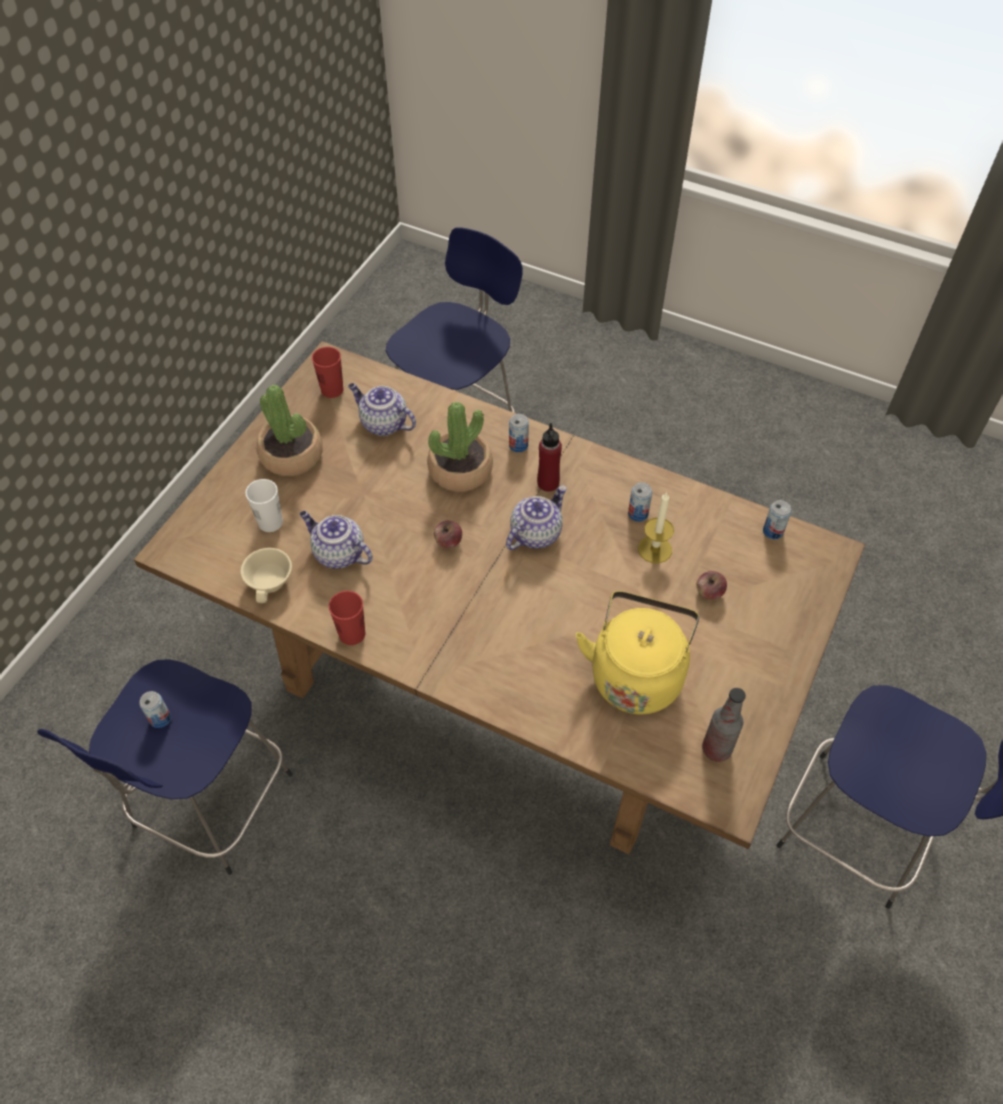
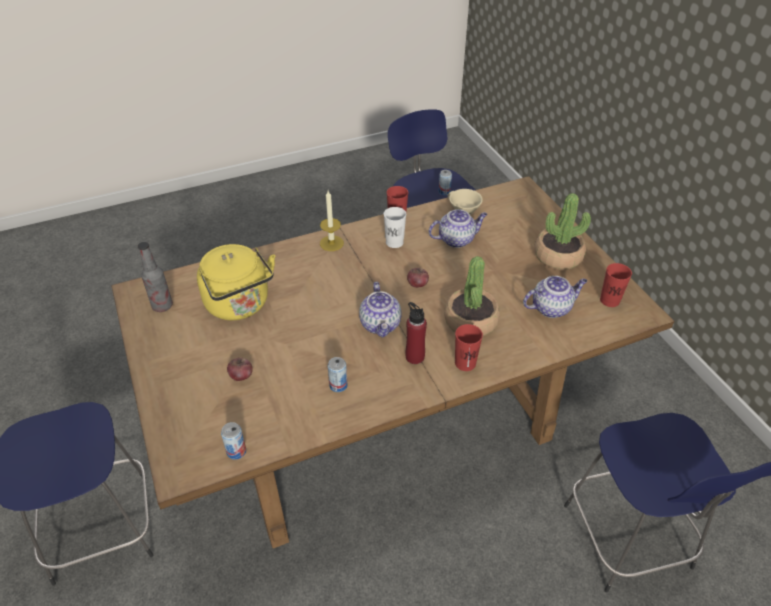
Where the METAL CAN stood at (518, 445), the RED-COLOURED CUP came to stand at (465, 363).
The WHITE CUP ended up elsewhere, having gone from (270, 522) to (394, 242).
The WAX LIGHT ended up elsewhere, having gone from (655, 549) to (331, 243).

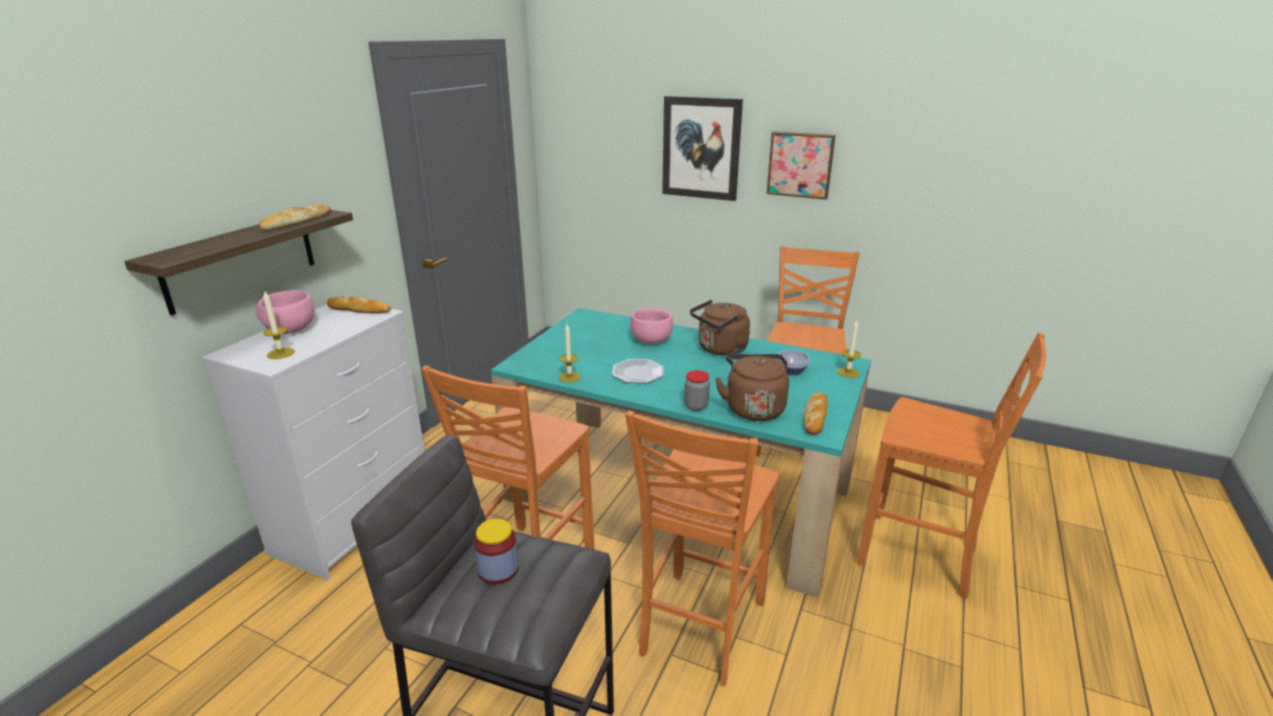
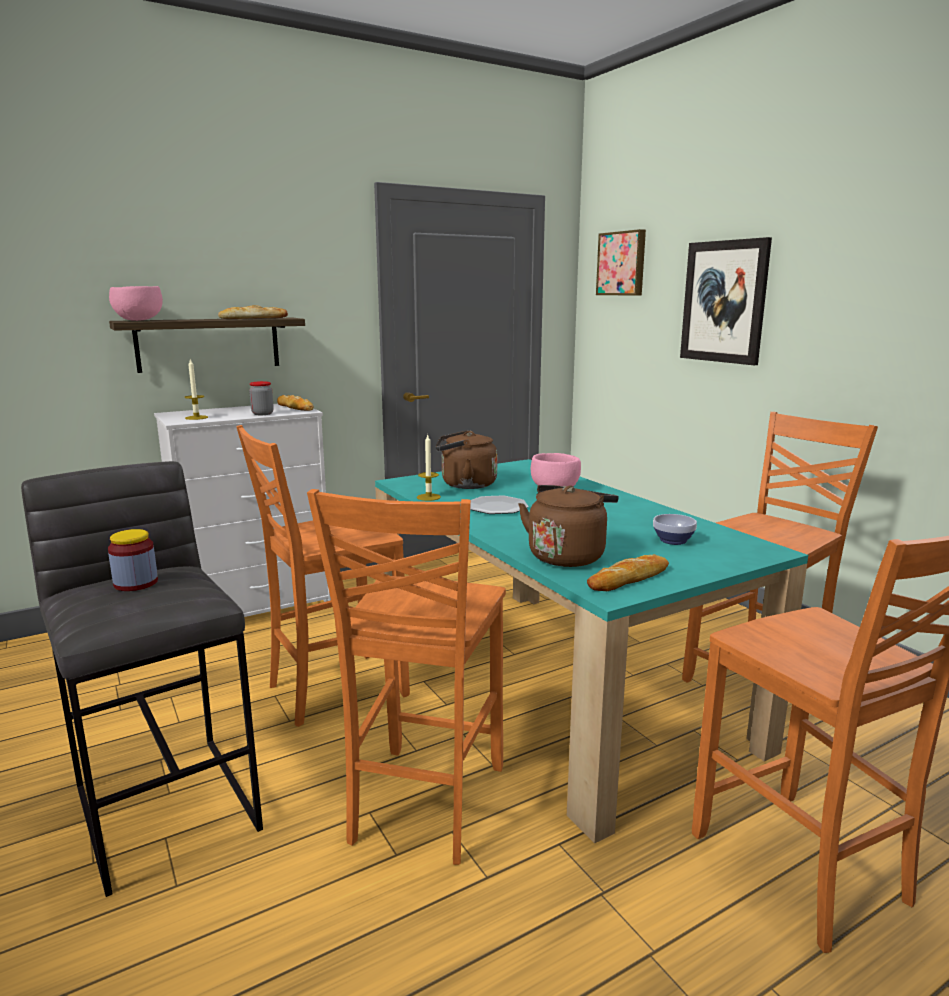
The PICTURE ended up elsewhere, having gone from (800, 164) to (622, 263).
The PINK BOWL ended up elsewhere, having gone from (291, 330) to (139, 320).
The BROWNISH TEA KETTLE ended up elsewhere, having gone from (720, 349) to (465, 484).
The second view lost the WAX LIGHT at (848, 372).
The STORAGE JAR ended up elsewhere, having gone from (696, 406) to (262, 414).
The ORANGEY CHAIR at (698, 628) ended up facing another way, 45 degrees counterclockwise from before.

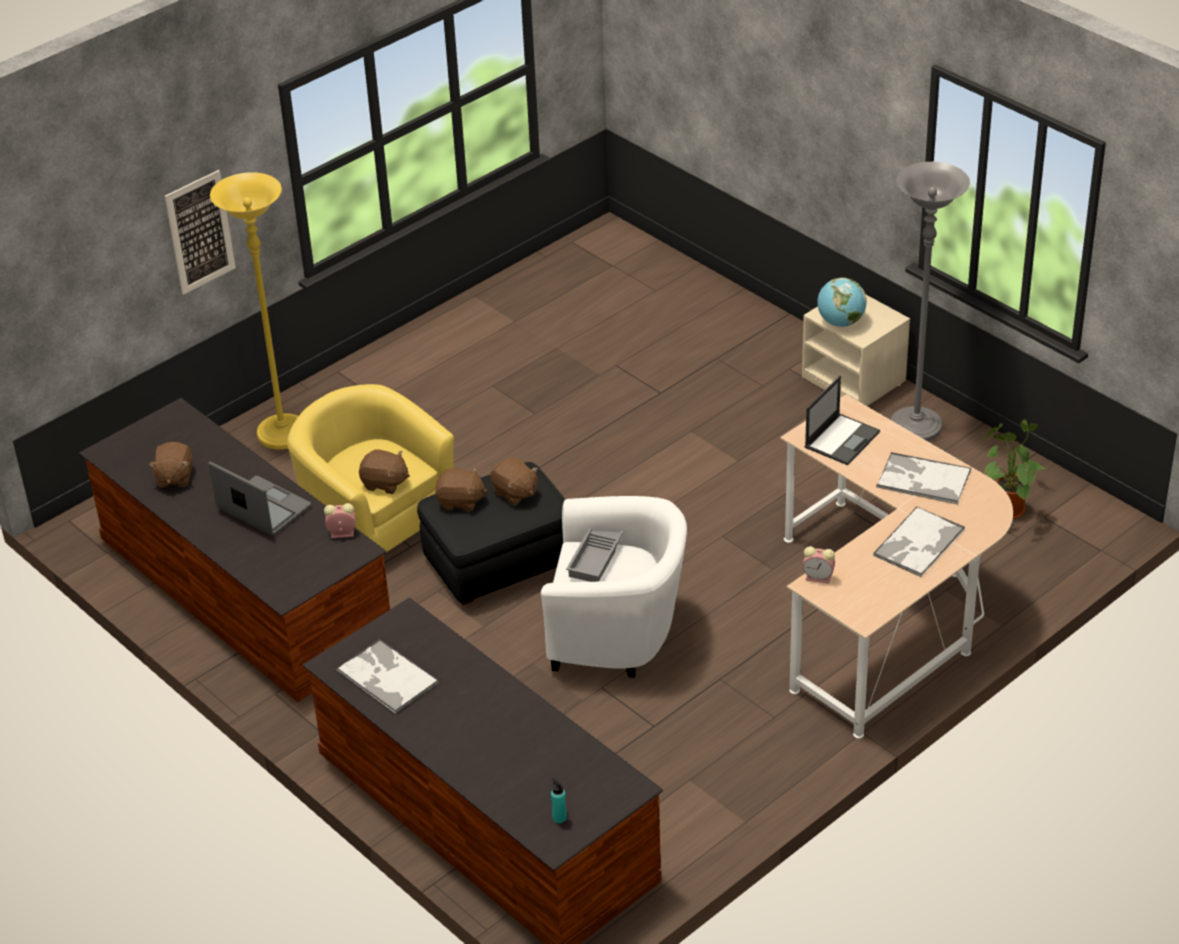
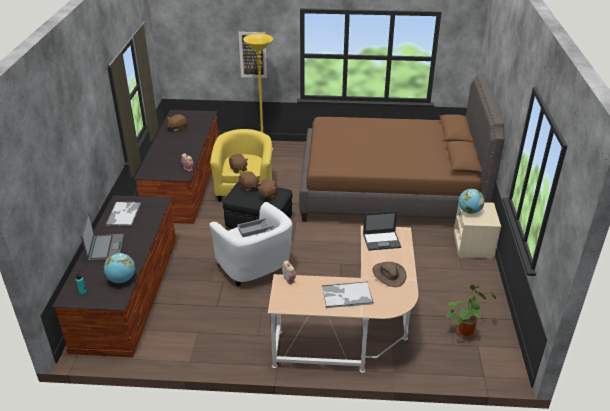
The second view lost the GREYISH FLOOR LAMP at (916, 428).
Where the CARRYING TRAY stood at (922, 479), the BROWNISH HAT came to stand at (389, 274).
The PORTABLE COMPUTER ended up elsewhere, having gone from (263, 508) to (105, 248).
The second view gained the BROWNISH SLEEPING BED at (390, 190).
The second view gained the WORLD GLOBE at (122, 279).

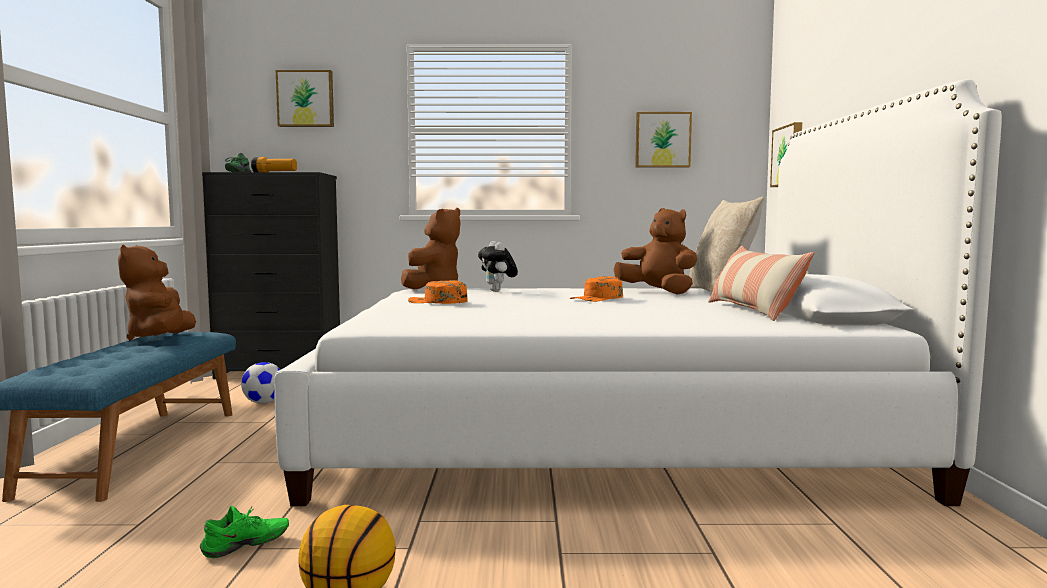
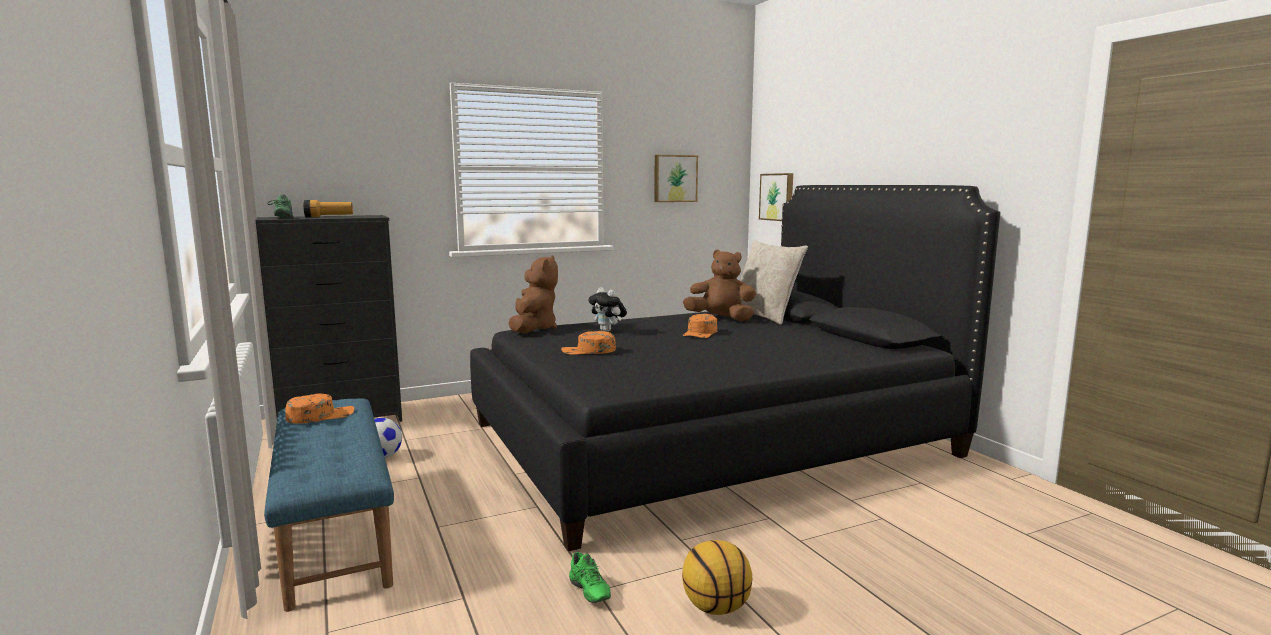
The second view lost the PICTURE at (306, 99).
What was the WHITE SLEEPING BED at (601, 432) turned into the BLACKISH SLEEPING BED at (709, 438).
Where the BROWNISH CUDDLY TOY stood at (161, 339), the ORANGEY CAP came to stand at (320, 416).
The second view lost the PILLOW at (753, 310).
The GREEN LOW SHOE at (246, 547) ended up facing another way, 120 degrees clockwise from before.

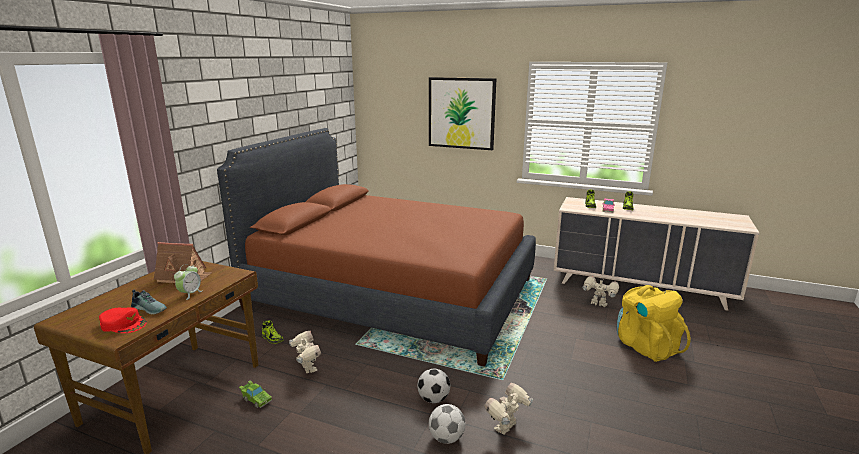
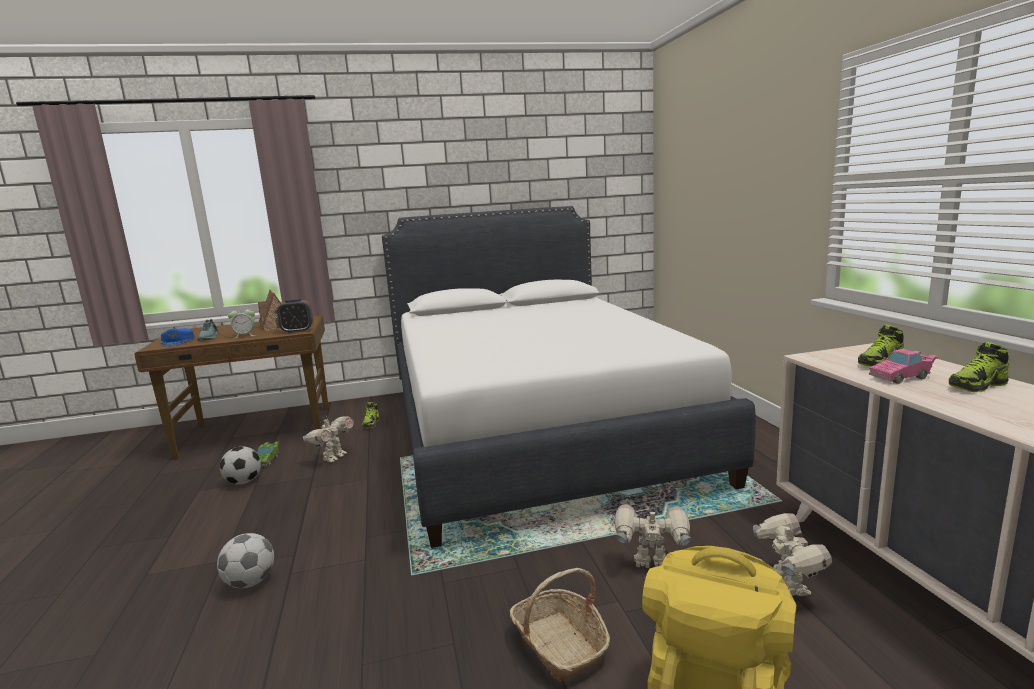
The second view lost the PICTURE at (461, 113).
What was the BROWNISH SLEEPING BED at (393, 293) turned into the WHITE SLEEPING BED at (535, 429).
What was the RED-COLOURED CAP at (124, 324) turned into the BLUE CAP at (178, 341).
The FOOTBALL BALL ended up elsewhere, having gone from (433, 399) to (244, 482).
The MODEL ROBOT ended up elsewhere, having gone from (506, 428) to (651, 565).
The second view gained the BEDSIDE CLOCK at (297, 331).
The second view gained the STORAGE BASKET at (560, 645).

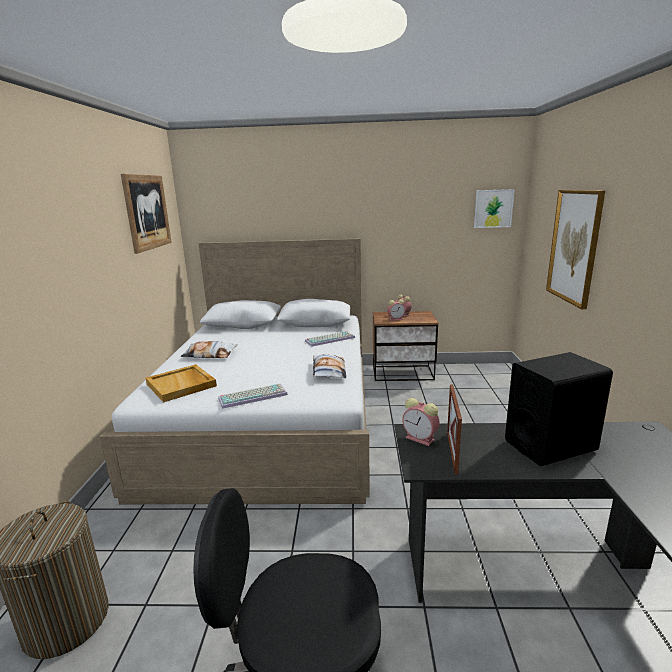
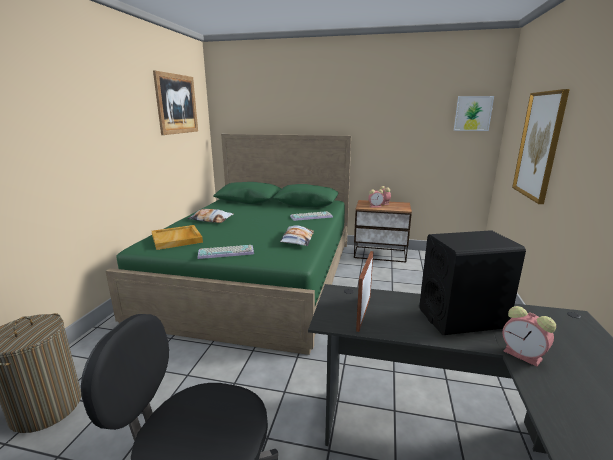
What was the WHITE SLEEPING BED at (272, 417) turned into the GREEN SLEEPING BED at (259, 276).
The BEDSIDE CLOCK ended up elsewhere, having gone from (421, 439) to (524, 355).

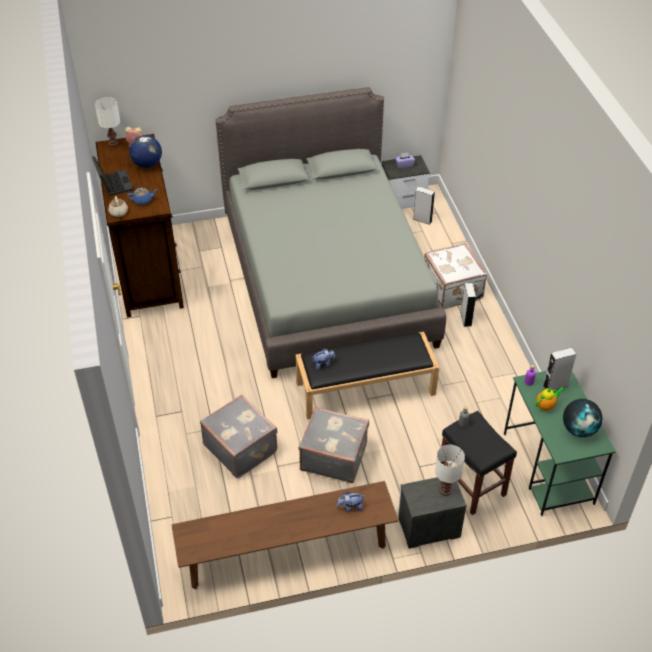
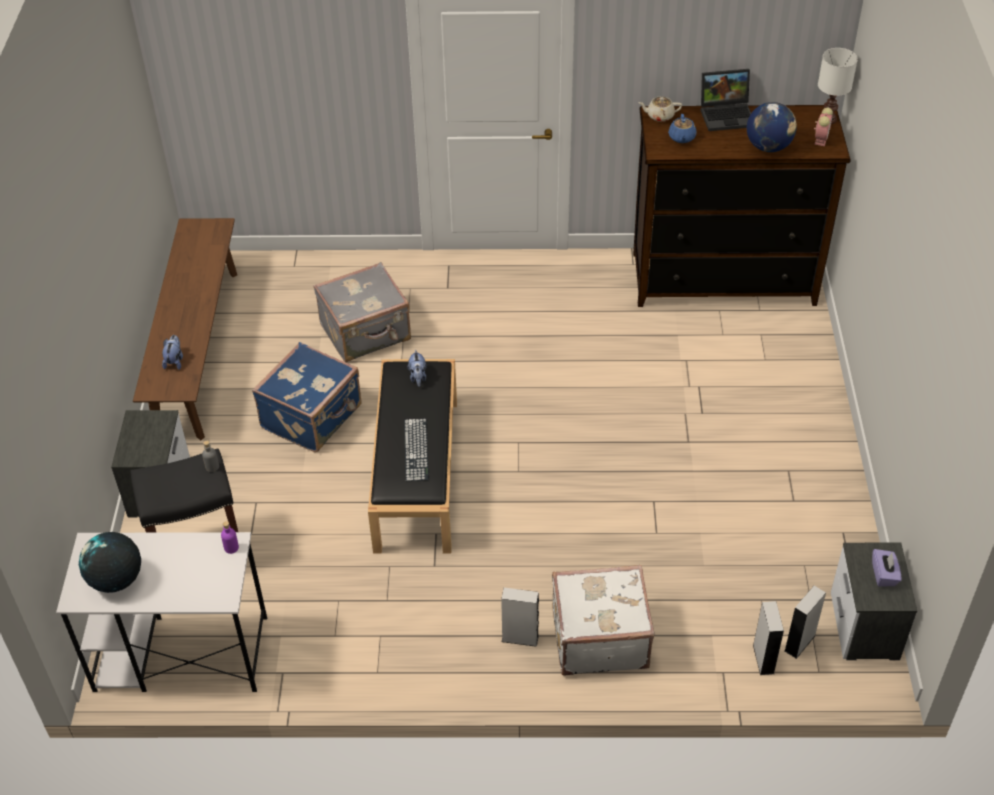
The second view lost the GREYISH SLEEPING BED at (327, 279).
The GREYISH AUDIO SPEAKER ended up elsewhere, having gone from (555, 386) to (763, 659).
What was the GREEN DESK TABLE at (548, 468) turned into the WHITE DESK TABLE at (180, 654).
The second view lost the TEA POT at (546, 405).
What was the GREYISH TRAVEL CASE at (333, 456) turned into the BLUE TRAVEL CASE at (313, 417).
The second view lost the WHITE TABLETOP LAMP at (445, 490).
The second view gained the COMPUTER KEYBOARD at (416, 449).

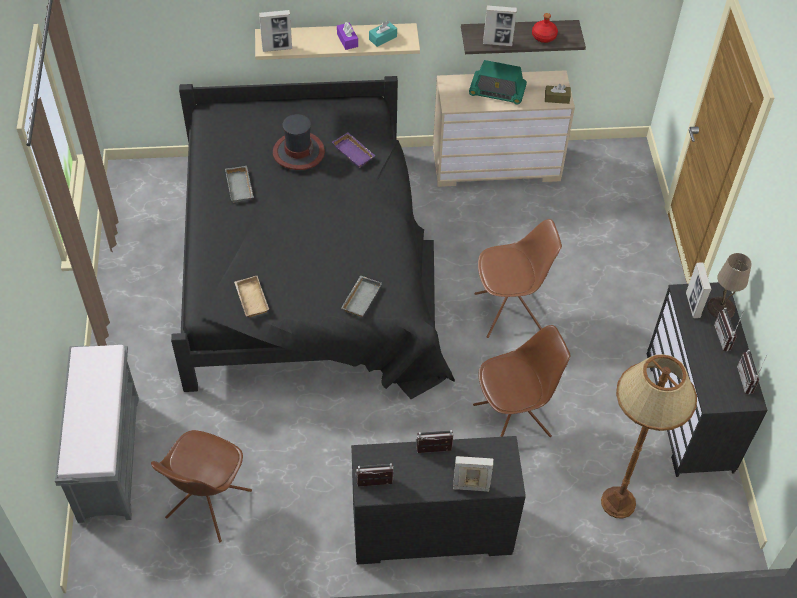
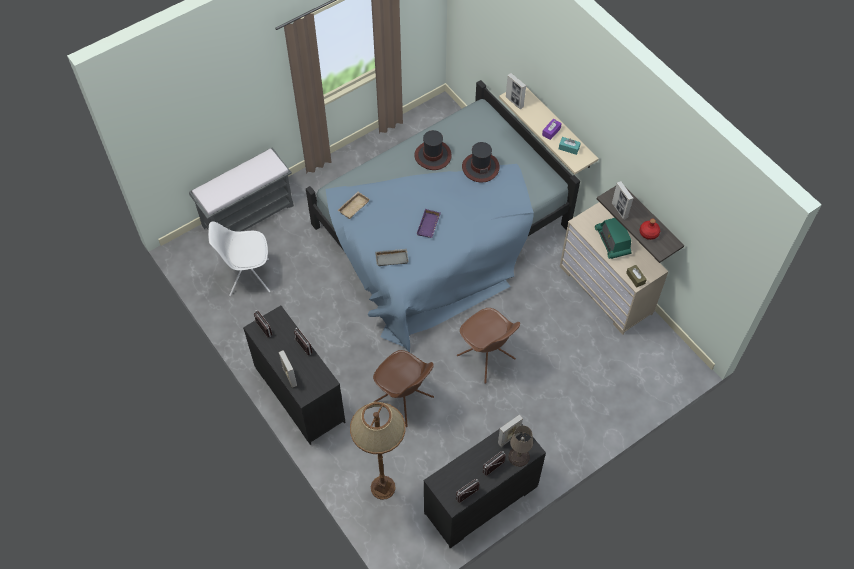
What was the BLACKISH SLEEPING BED at (308, 268) turned into the BLUE SLEEPING BED at (440, 234).
The PURPLE CARRYING TRAY ended up elsewhere, having gone from (354, 152) to (429, 226).
Where the GREYISH CARRYING TRAY stood at (241, 187), the HAT came to stand at (433, 156).
What was the BROWNISH CHAIR at (207, 505) turned into the WHITE CHAIR at (248, 277).

